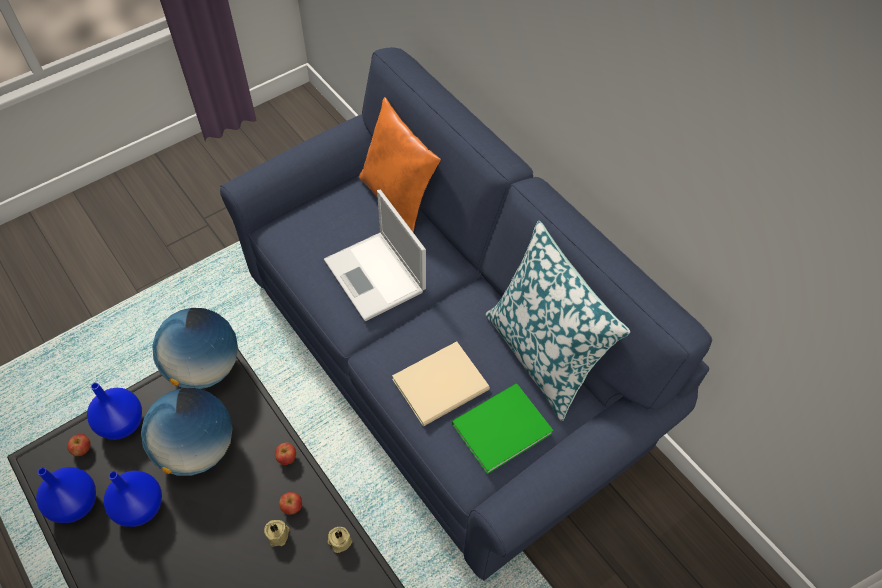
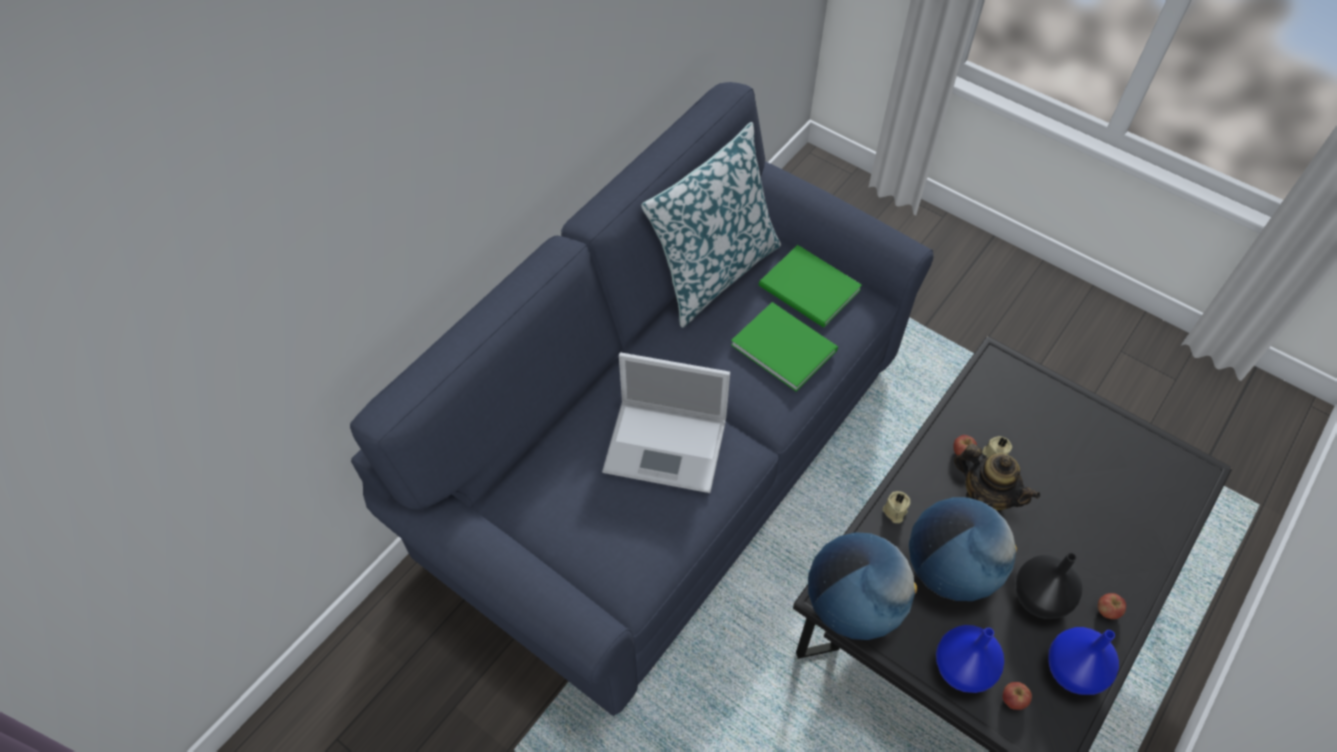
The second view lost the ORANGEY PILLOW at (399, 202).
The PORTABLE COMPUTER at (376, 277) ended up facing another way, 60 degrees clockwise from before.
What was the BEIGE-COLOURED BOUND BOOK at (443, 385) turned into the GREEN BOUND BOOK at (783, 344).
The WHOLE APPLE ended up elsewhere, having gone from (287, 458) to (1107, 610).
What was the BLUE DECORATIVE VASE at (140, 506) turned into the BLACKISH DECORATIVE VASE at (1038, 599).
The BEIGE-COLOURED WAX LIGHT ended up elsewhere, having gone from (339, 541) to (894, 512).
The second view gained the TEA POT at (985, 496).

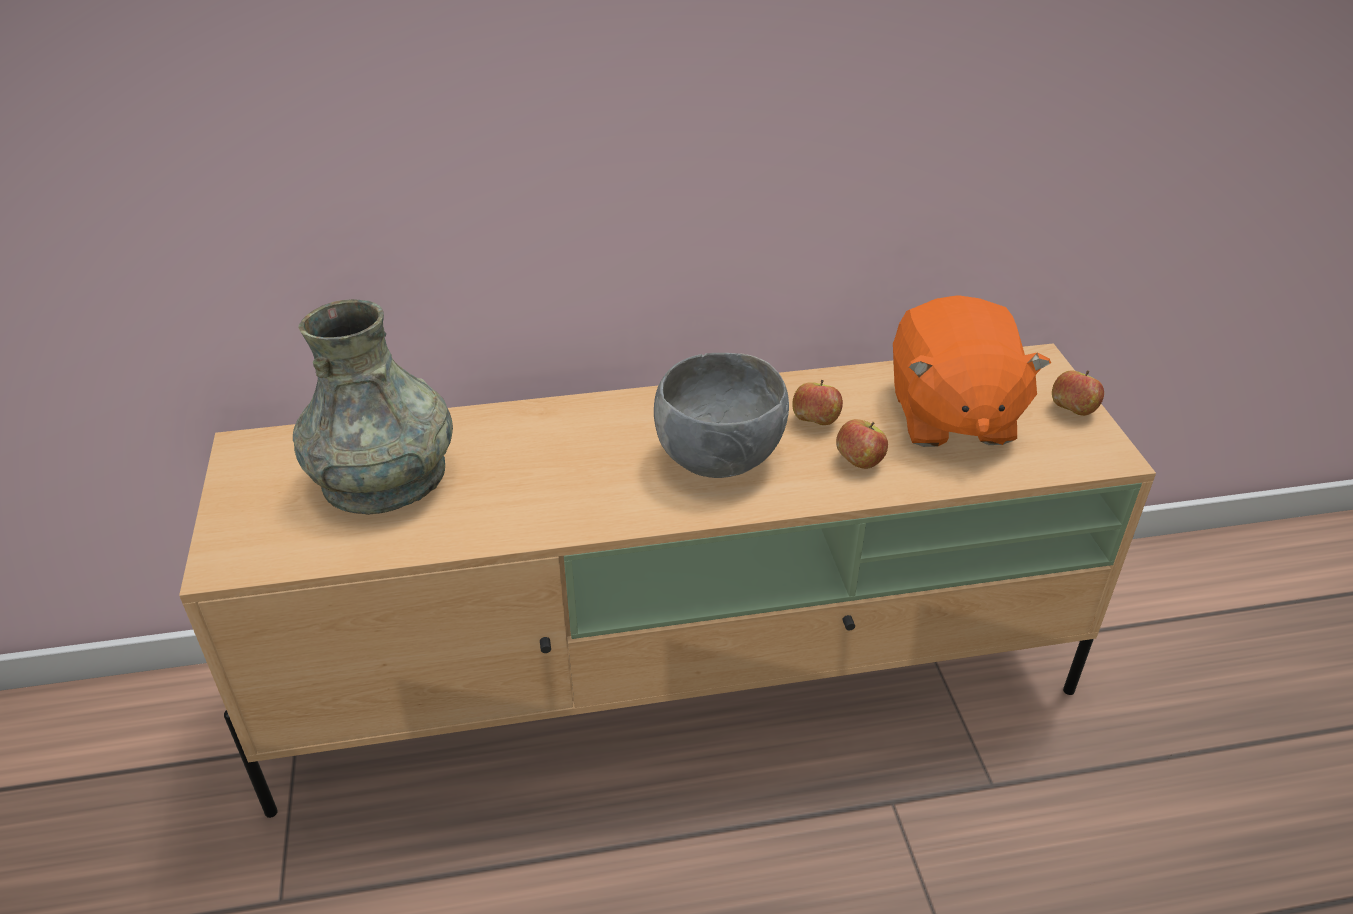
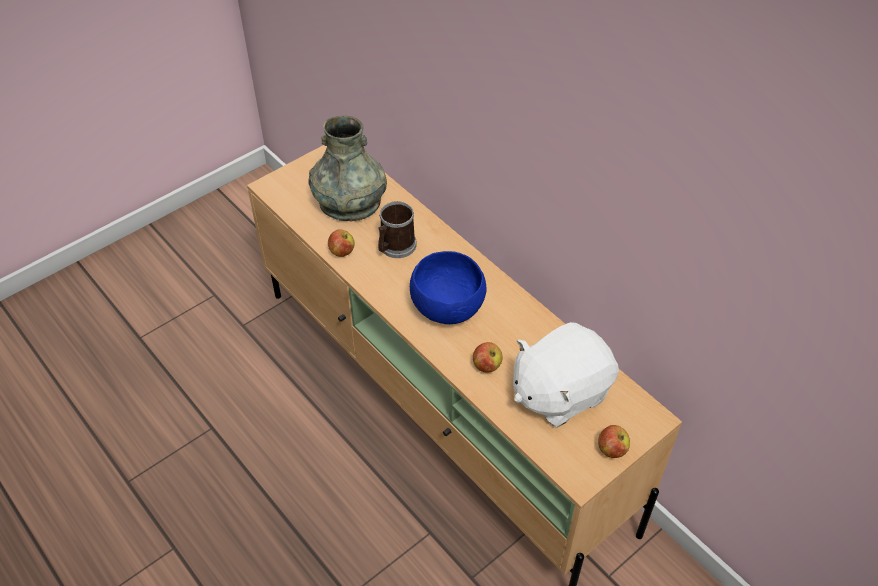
What was the ORANGEY CUDDLY TOY at (950, 416) turned into the WHITE CUDDLY TOY at (559, 392).
What was the GREYISH BOWL at (717, 459) turned into the BLUE BOWL at (447, 308).
The WHOLE APPLE ended up elsewhere, having gone from (815, 421) to (342, 252).
The second view gained the COFFEE MUG at (395, 247).

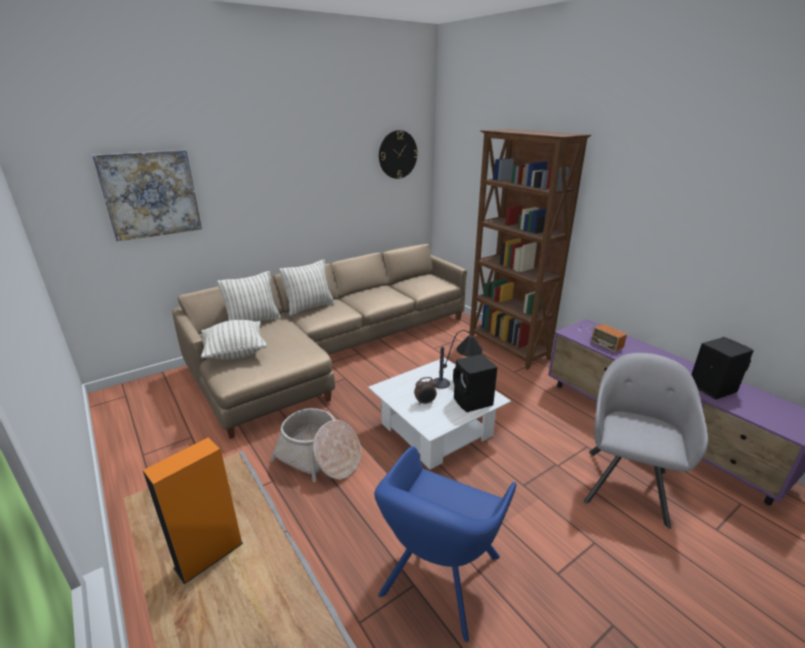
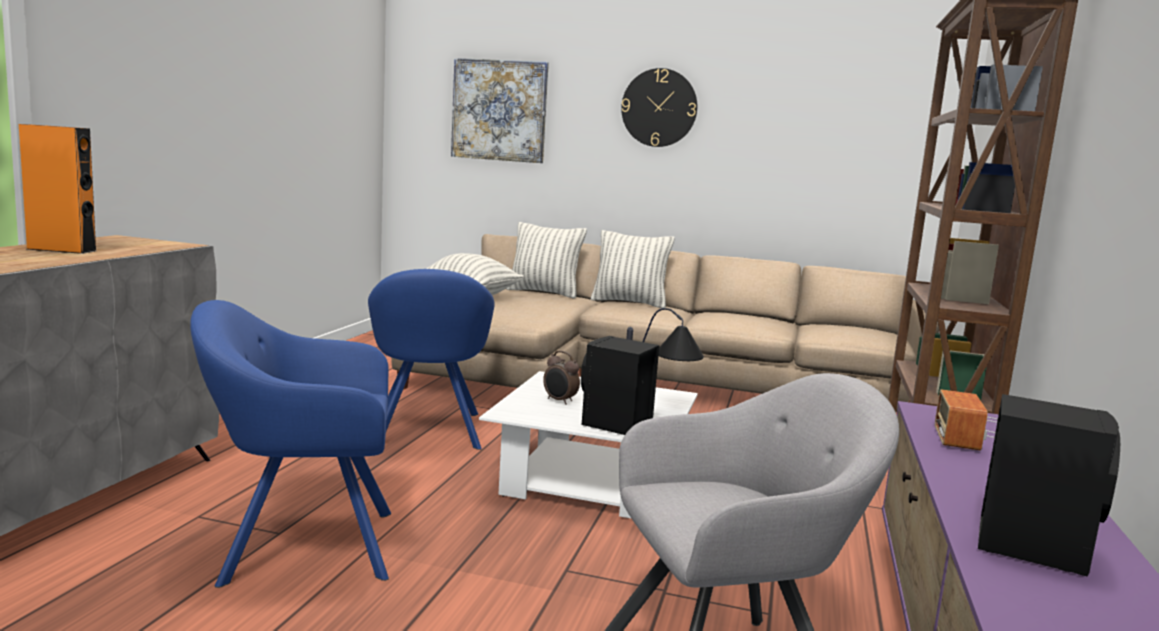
The WALL CLOCK ended up elsewhere, having gone from (397, 154) to (659, 108).
Where the STORAGE BASKET stood at (319, 458), the BLUE EASY CHAIR came to stand at (428, 432).

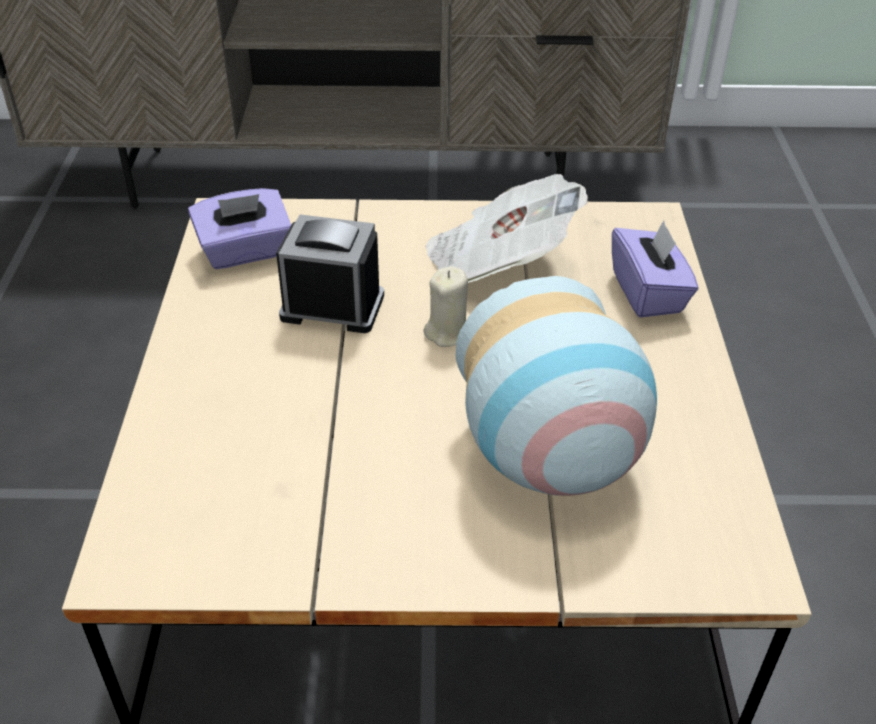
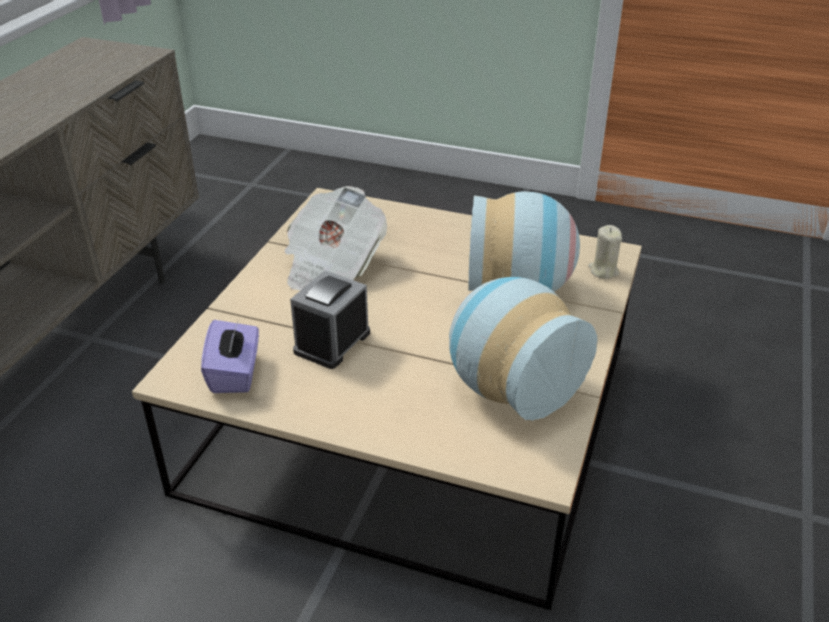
The second view lost the PURPLE BOX OF TISSUES at (648, 293).
The BEIGE-COLOURED WAX LIGHT ended up elsewhere, having gone from (447, 332) to (603, 270).
The second view gained the DECORATIVE VASE at (509, 387).

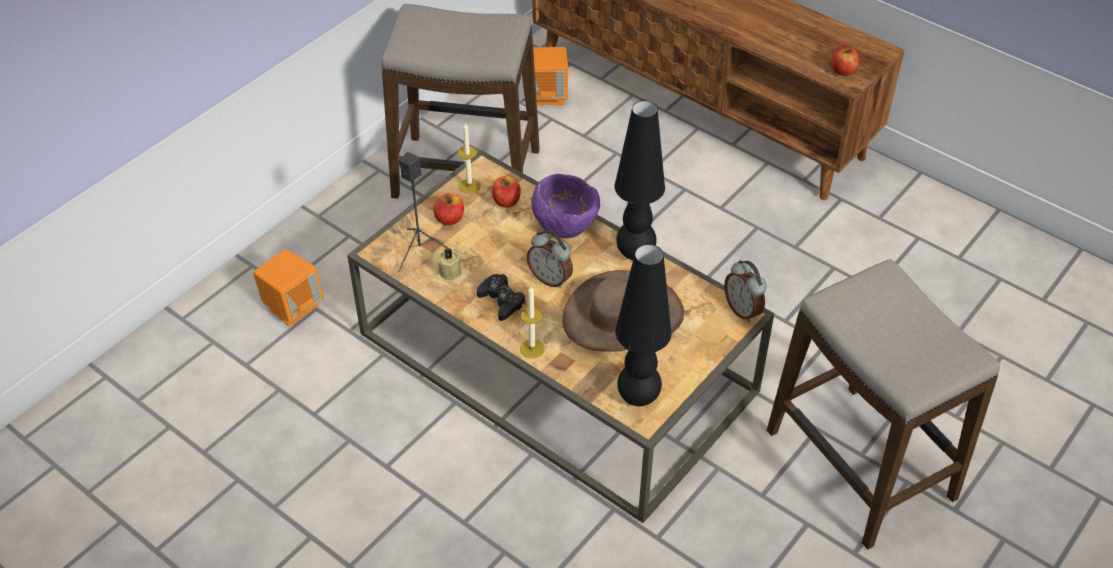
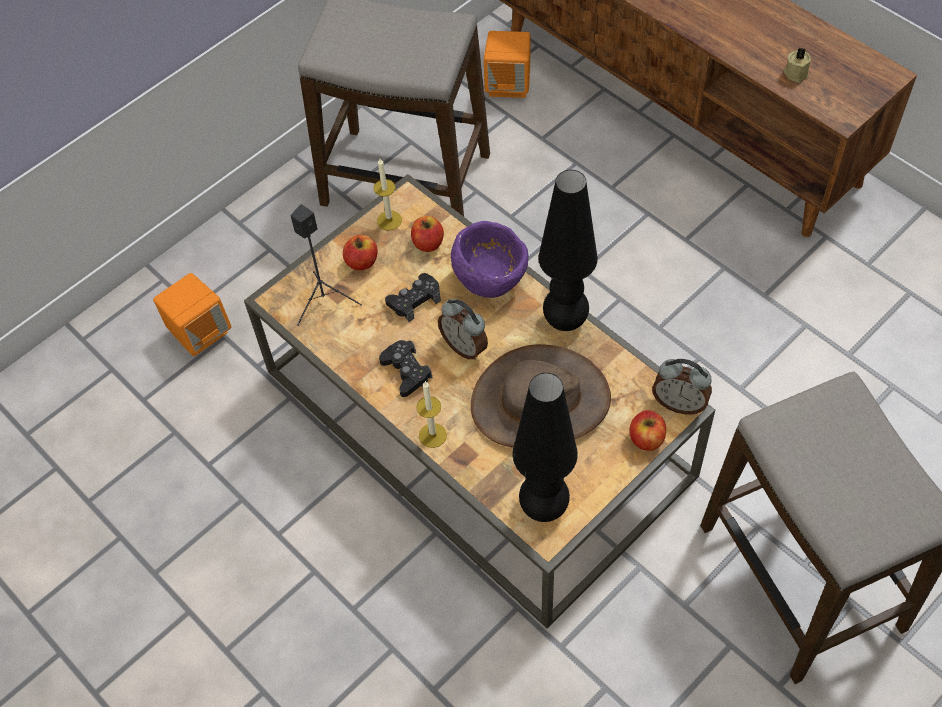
The WHOLE APPLE ended up elsewhere, having gone from (842, 70) to (646, 438).
The BEIGE-COLOURED WAX LIGHT ended up elsewhere, having gone from (450, 271) to (796, 73).
The BEDSIDE CLOCK at (743, 310) ended up facing another way, 45 degrees counterclockwise from before.
The second view gained the BLACKISH JOYPAD at (414, 300).

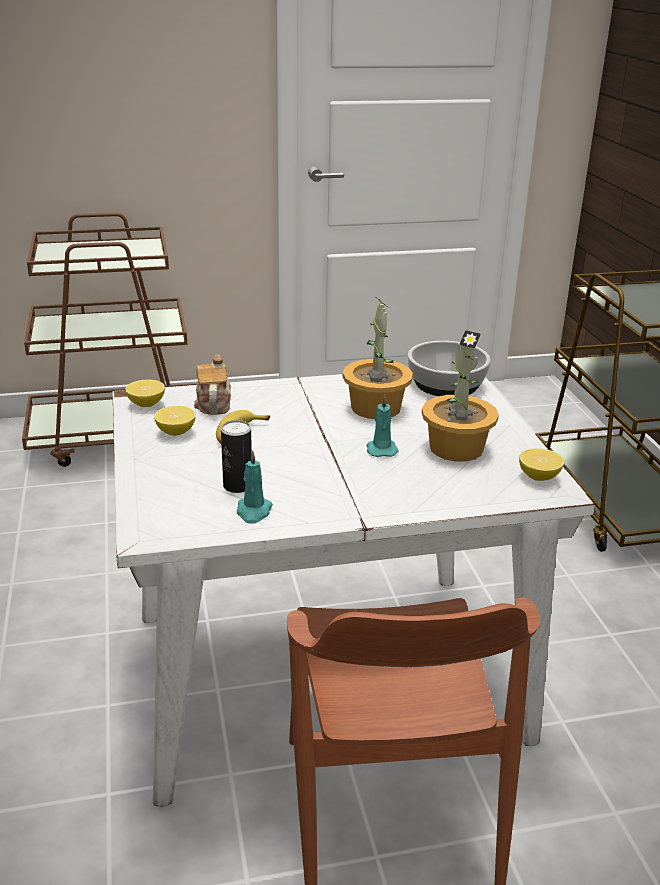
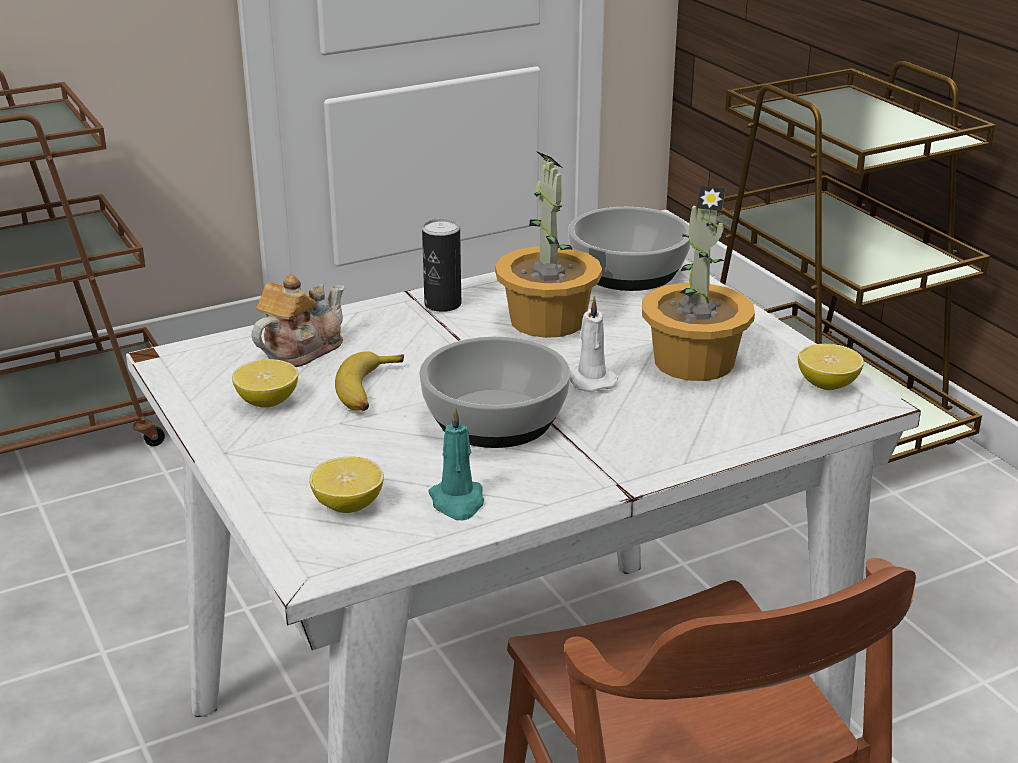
The TEA POT at (213, 404) ended up facing another way, 60 degrees clockwise from before.
The WHOLE LEMON ended up elsewhere, having gone from (146, 404) to (348, 505).
What was the TURQUOISE-COLOURED WAX LIGHT at (381, 449) turned into the WHITE WAX LIGHT at (590, 380).
The METAL CAN ended up elsewhere, having gone from (237, 486) to (443, 304).
The second view gained the BOWL at (495, 419).

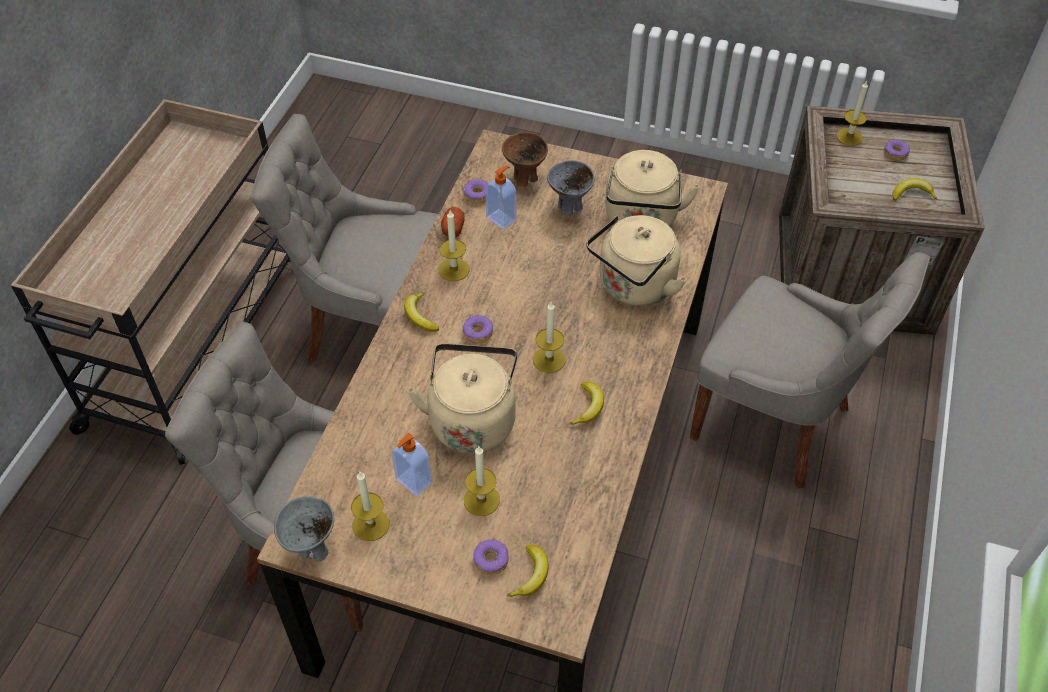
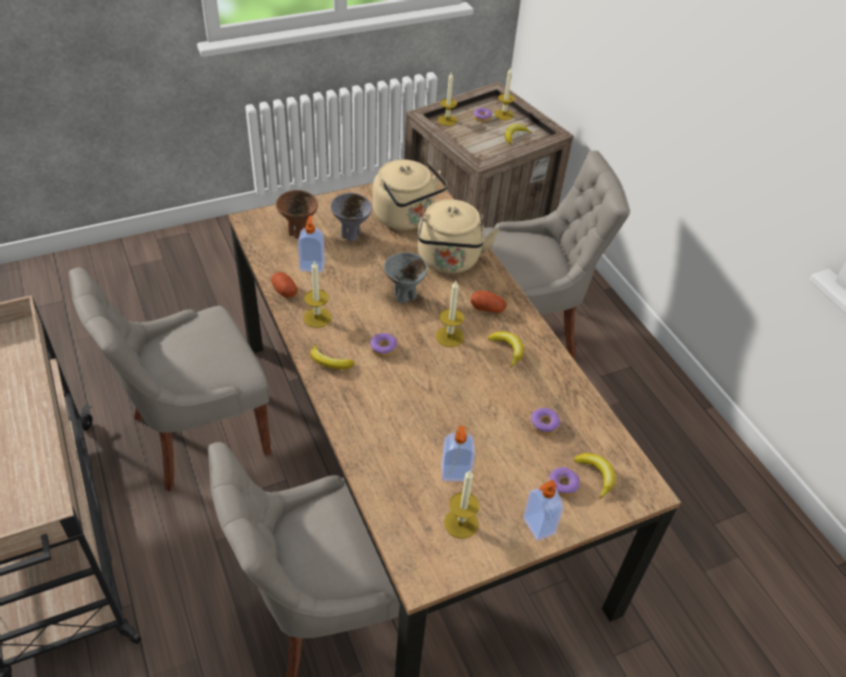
The RING DOUGHNUT ended up elsewhere, having gone from (477, 195) to (544, 425).
The second view lost the BEIGE-COLOURED TEA KETTLE at (472, 419).
The WAX LIGHT ended up elsewhere, having gone from (481, 500) to (504, 115).
The GREYISH BOWL ended up elsewhere, having gone from (313, 549) to (404, 296).
The second view gained the POTATO at (487, 308).
The second view gained the SOAP BOTTLE at (537, 526).

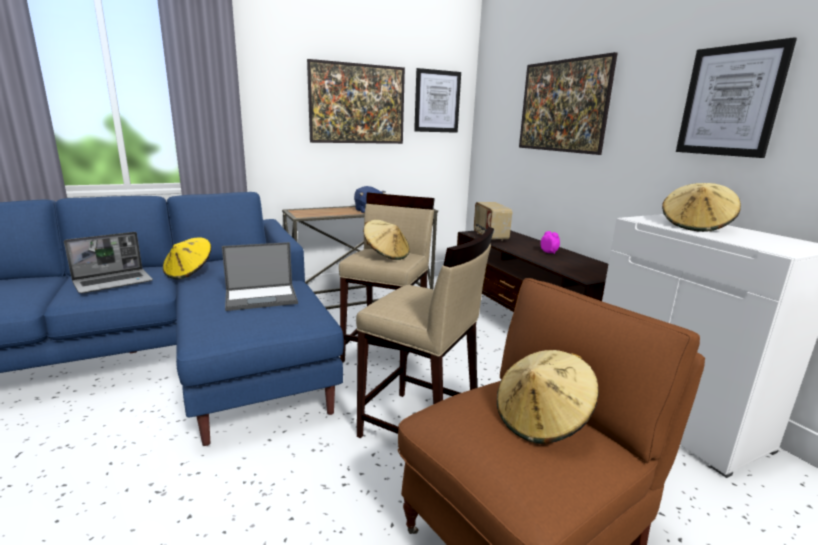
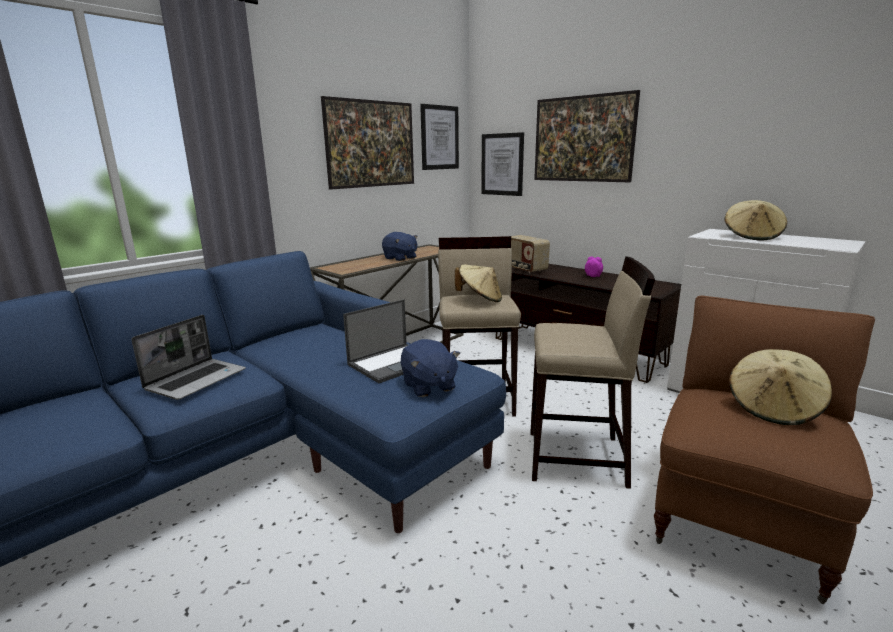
The PICTURE ended up elsewhere, having gone from (730, 101) to (502, 164).
The second view lost the YELLOW HAT at (189, 273).
The second view gained the BLUE CUDDLY TOY at (428, 386).

